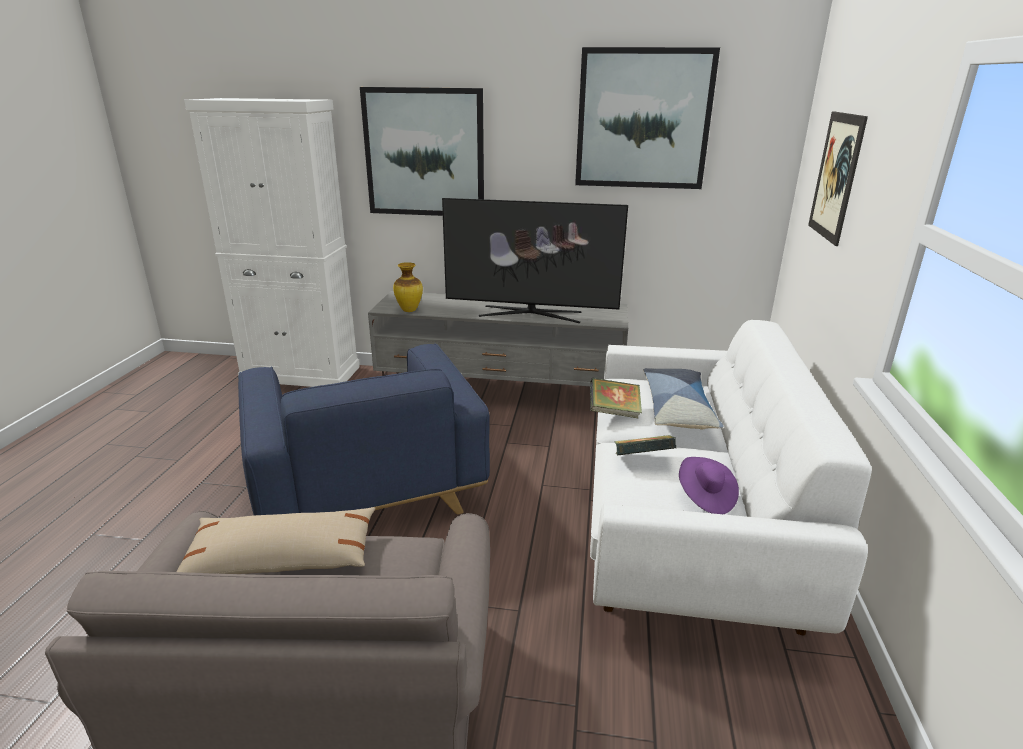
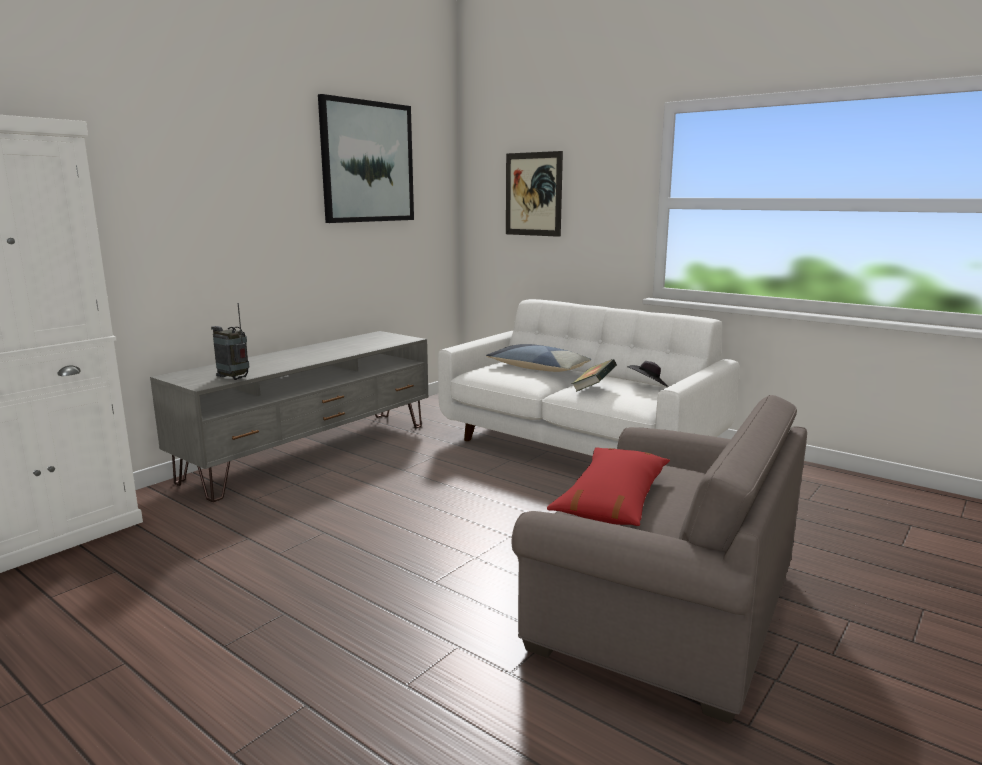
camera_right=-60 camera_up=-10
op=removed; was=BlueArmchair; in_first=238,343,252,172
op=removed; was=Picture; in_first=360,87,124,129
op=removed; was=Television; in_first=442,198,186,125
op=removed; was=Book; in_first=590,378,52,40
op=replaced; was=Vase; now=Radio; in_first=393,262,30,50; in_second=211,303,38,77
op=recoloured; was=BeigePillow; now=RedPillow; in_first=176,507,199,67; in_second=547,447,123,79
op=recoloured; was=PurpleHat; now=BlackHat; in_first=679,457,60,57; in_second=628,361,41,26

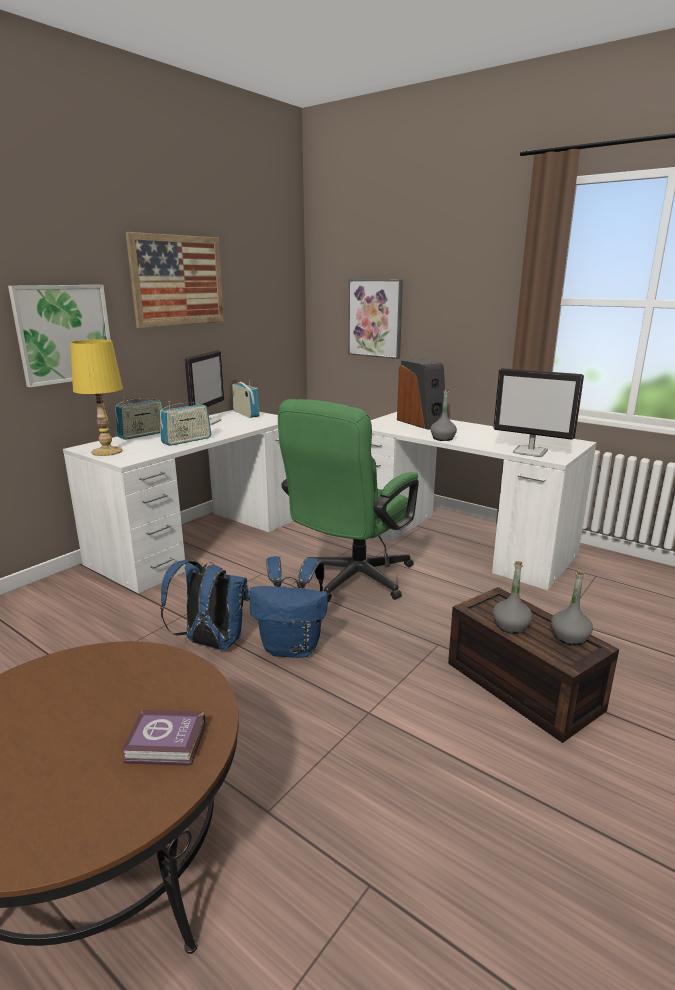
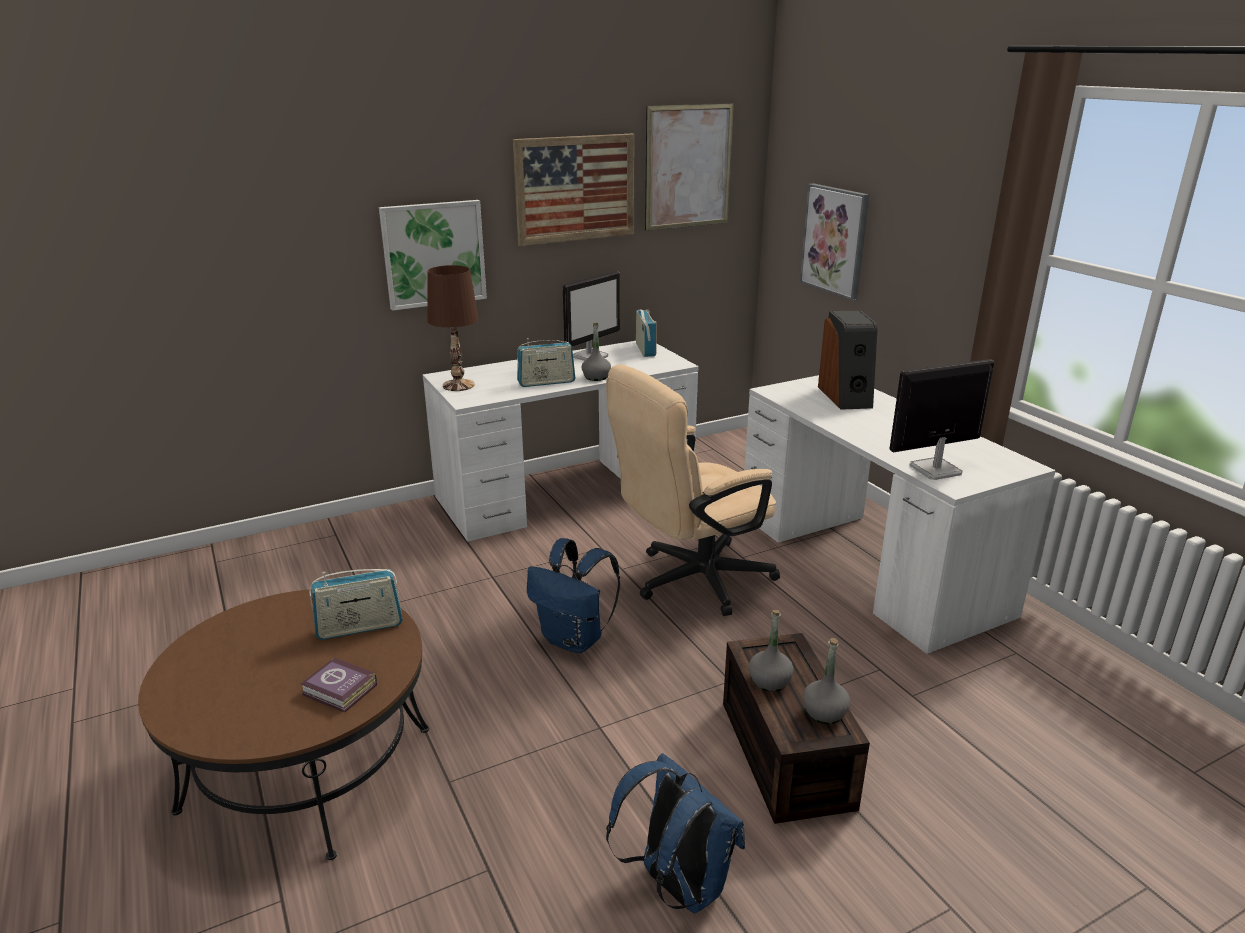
camera_right=25 camera_up=5
op=added; now=Picture; in_second=645,103,89,128
op=moved; was=Radio; in_first=115,397,48,43; in_second=309,569,94,71
op=moved; was=BlueBackpack; in_first=160,559,90,91; in_second=606,753,139,160
op=moved; was=GreyBottle; in_first=431,390,26,51; in_second=581,323,30,58
op=recoloured; was=YellowTableLamp; now=BrownTableLamp; in_first=70,340,53,116; in_second=428,265,51,126
op=recoloured; was=GreenOfficeChair; now=BeigeOfficeChair; in_first=278,399,141,203; in_second=606,364,174,252
op=turned; was=Monitor; in_first=493,368,91,89; in_second=889,359,105,121; clockwise=105

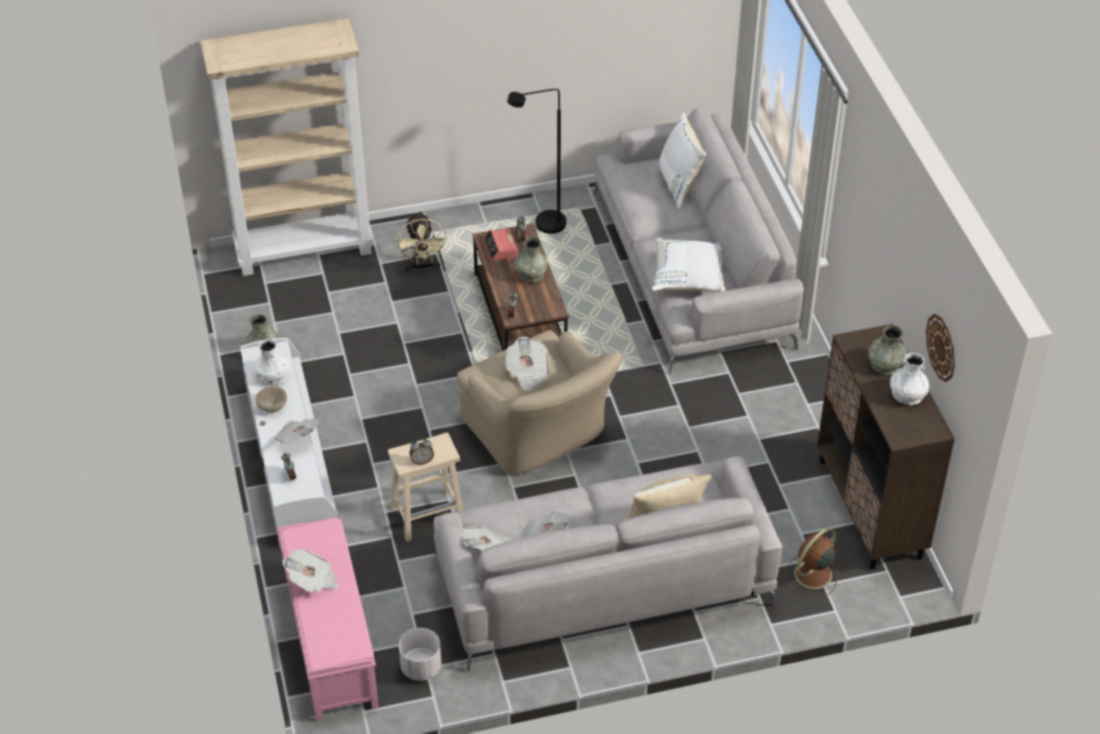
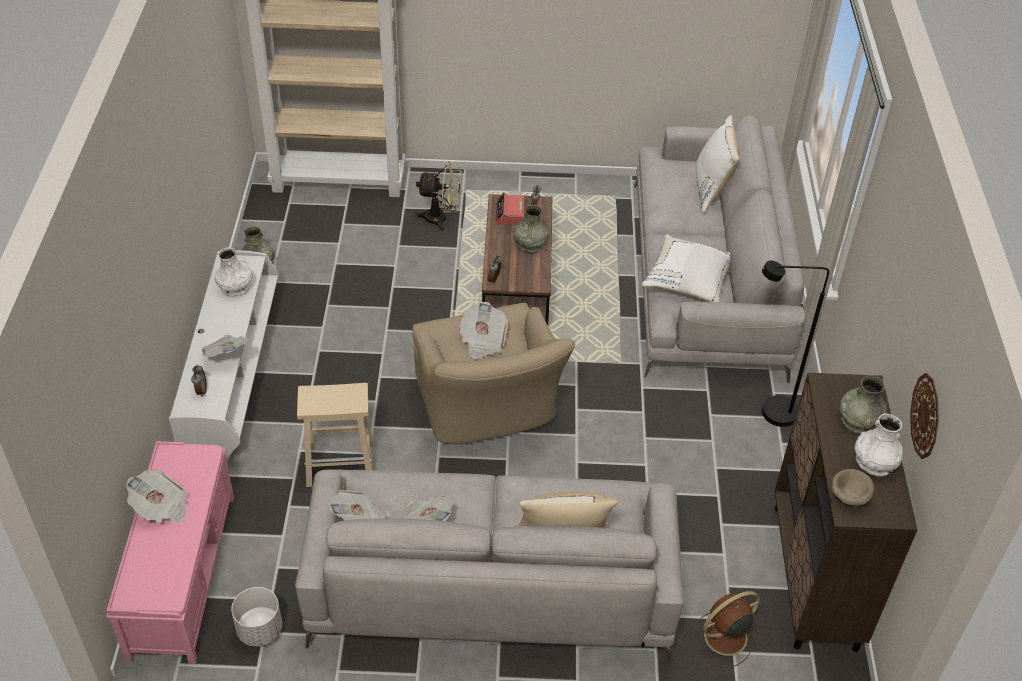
camera_right=15 camera_up=0
op=removed; was=AlarmClock; in_first=409,438,25,27
op=moved; was=BeigeBowl; in_first=256,386,31,26; in_second=832,469,42,37
op=moved; was=BlackFloorLamp; in_first=507,89,59,145; in_second=762,261,67,166
op=turned; was=BeigeFan; in_first=396,212,51,59; in_second=416,161,46,70; clockwise=-90

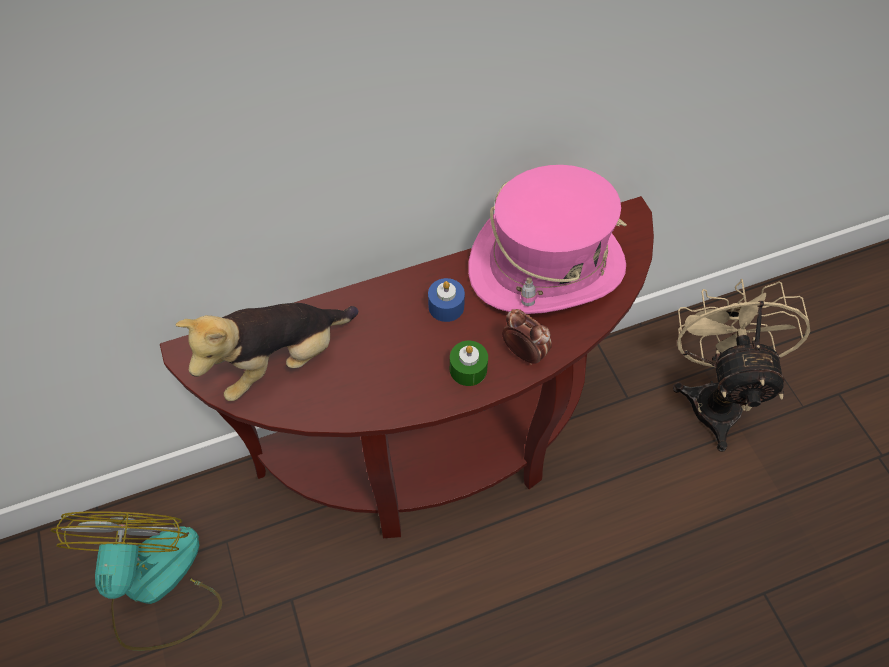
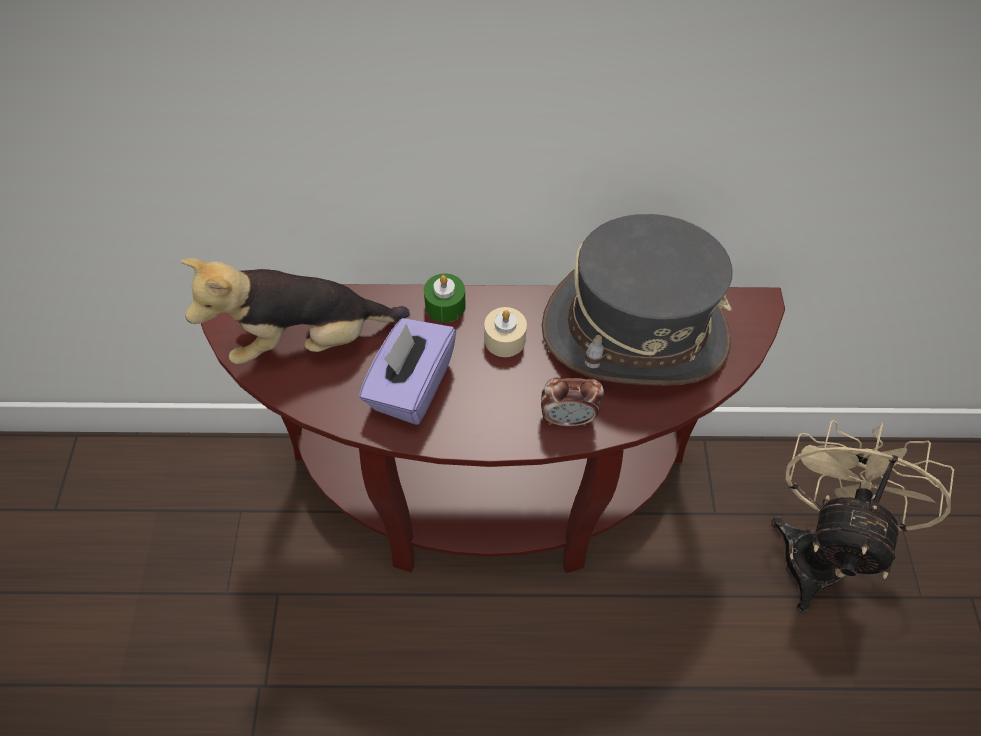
camera_right=20 camera_up=0
op=removed; was=Fan; in_first=51,511,171,140
op=added; now=PurpleTissueBox; in_second=359,318,97,107
op=moved; was=GreenCandle; in_first=450,341,38,45; in_second=424,273,42,49
op=recoloured; was=BlueCandle; now=BeigeCandle; in_first=428,278,37,44; in_second=484,307,43,50
op=recoloured; was=PinkHat; now=GreyHat; in_first=468,165,159,149; in_second=542,214,191,172
op=turned; was=AlarmClock; in_first=502,309,50,56; in_second=541,378,63,48; clockwise=120

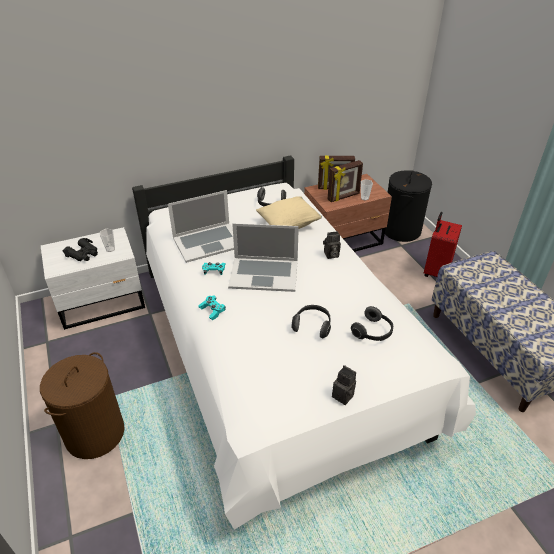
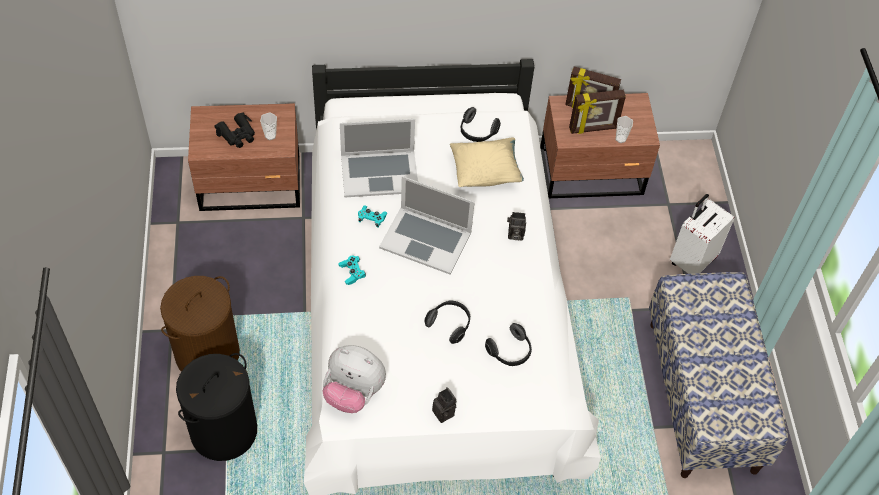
camera_right=15 camera_up=15
op=added; now=PlushToy; in_second=322,345,64,68
op=moved; was=BlackLaundryBasket; in_first=385,170,47,72; in_second=176,353,81,108
op=recoloured; was=WhiteNightstand; now=BrownNightstand; in_first=41,227,104,103; in_second=188,103,112,108
op=recoloured; was=RedSuitcase; now=WhiteSuitcase; in_first=424,212,38,65; in_second=670,194,65,80

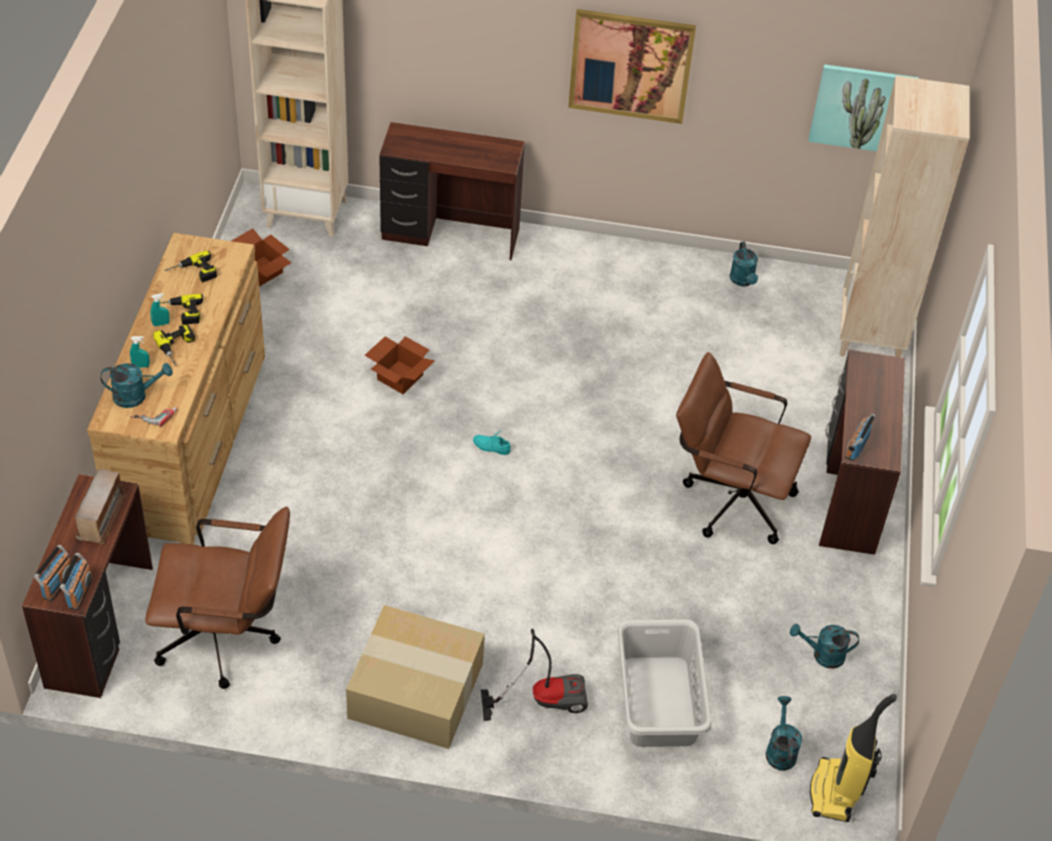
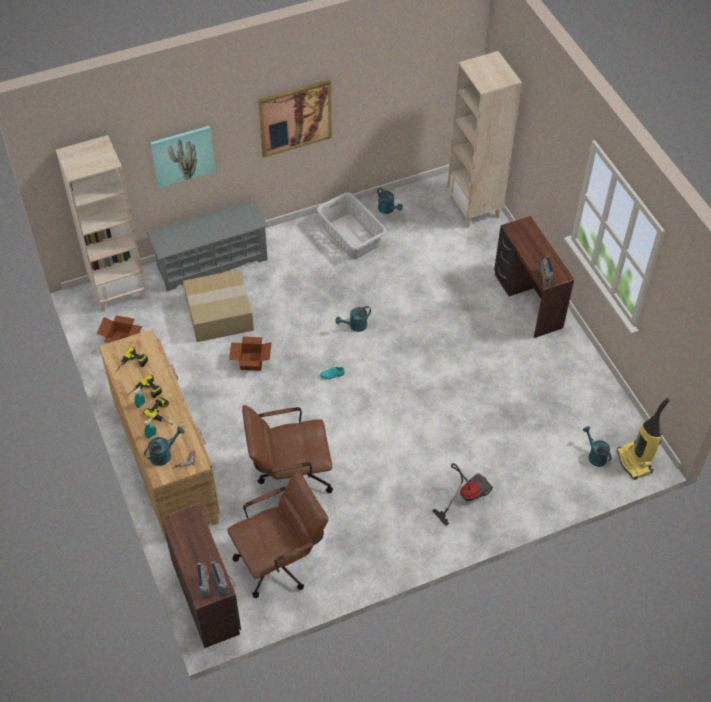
camera_right=-30 camera_up=5
op=removed; was=Radio; in_first=75,467,52,77
op=moved; was=CardboardBox; in_first=346,605,139,144; in_second=183,269,71,73
op=moved; was=GreyLaundryBasket; in_first=618,619,94,128; in_second=316,192,71,67
op=moved; was=BrownOfficeChair; in_first=676,352,135,192; in_second=242,405,91,88
op=moved; was=TurquoiseWateringCan; in_first=790,624,69,45; in_second=335,306,36,26
op=moved; was=Picture; in_first=808,64,111,87; in_second=151,126,64,62
op=replaced; was=BrownDesk; now=GreyShoeRack; in_first=379,122,146,138; in_second=147,200,121,92

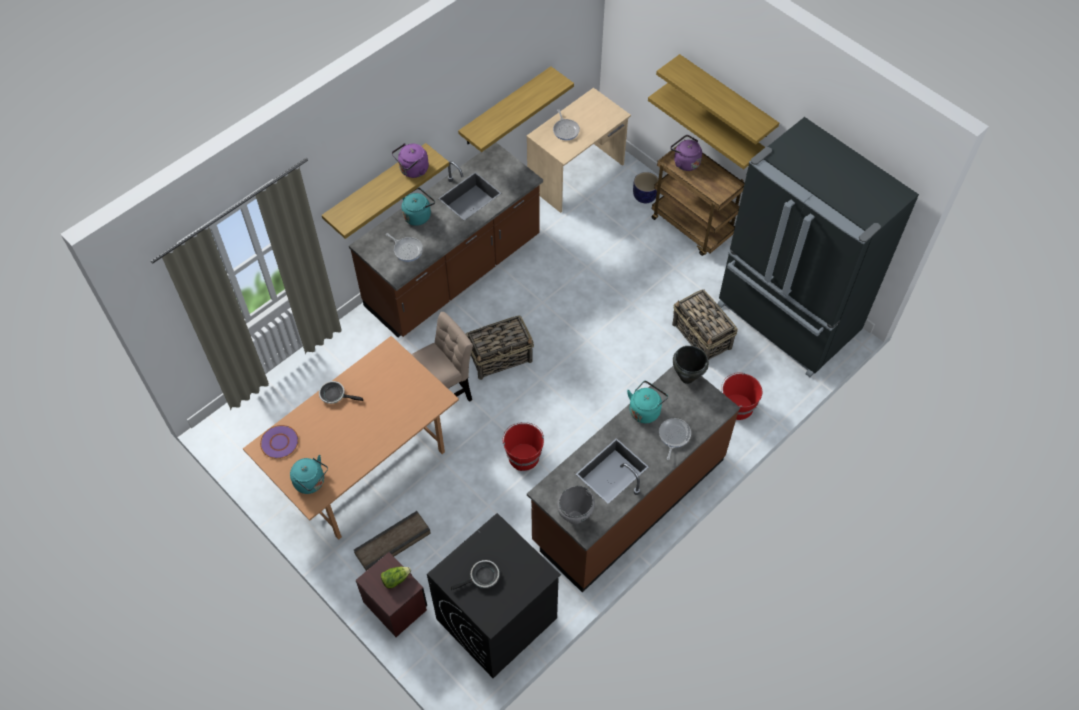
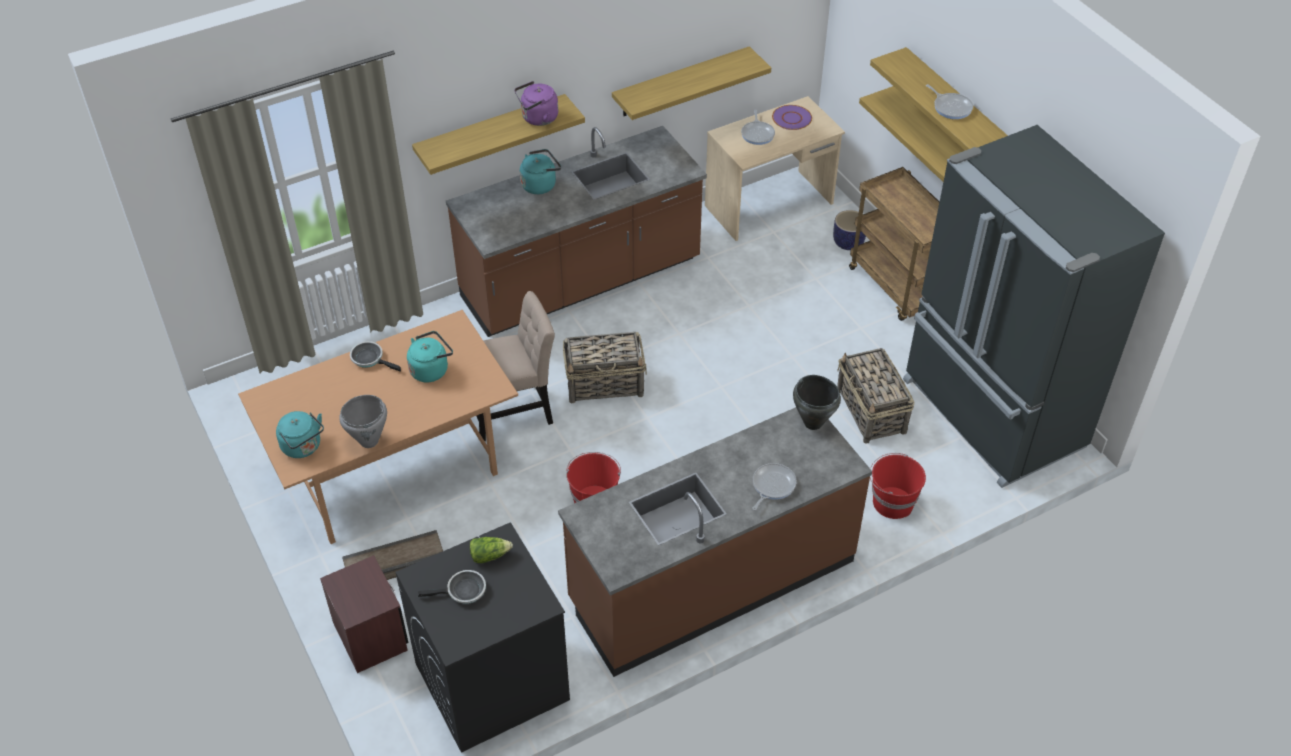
camera_right=15 camera_up=-10
op=removed; was=PurpleKettle; in_first=670,135,32,36
op=moved; was=PurplePlate; in_first=260,425,39,34; in_second=772,105,40,25
op=moved; was=Lettuce; in_first=381,567,30,22; in_second=470,537,43,26
op=moved; was=FryingPan; in_first=386,233,37,29; in_second=926,84,47,35
op=moved; was=GreyCookingPot; in_first=557,486,38,38; in_second=339,395,48,53
op=moved; was=TurquoiseKettle; in_first=627,381,41,42; in_second=407,331,46,51

